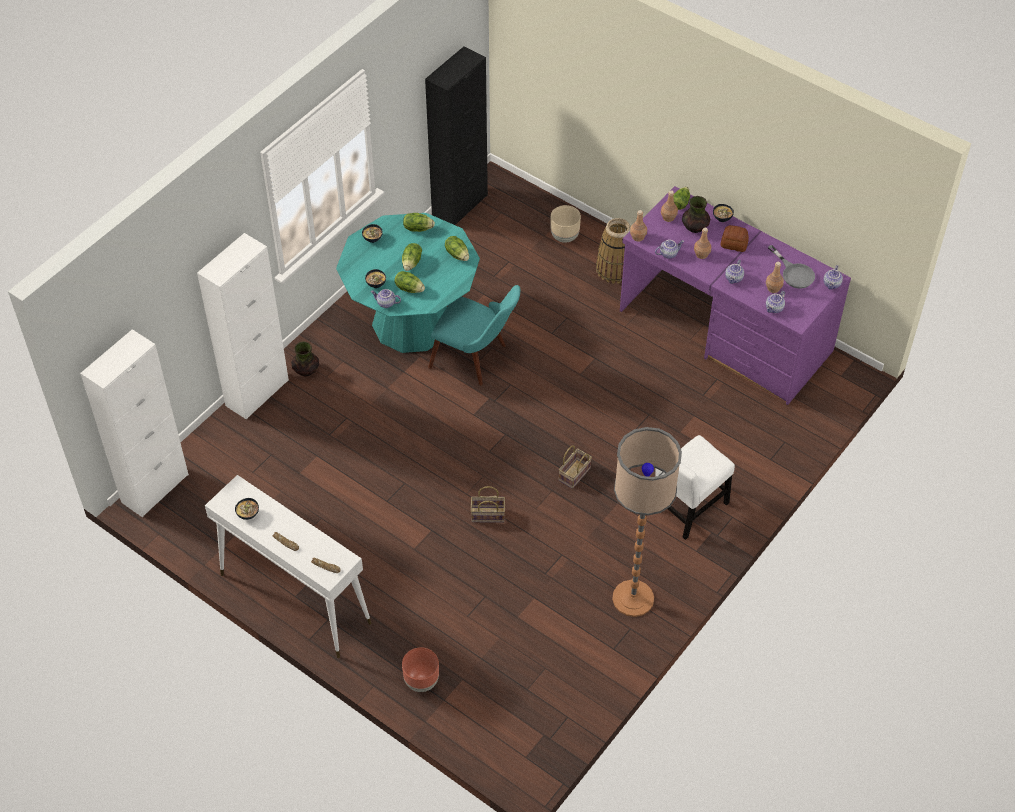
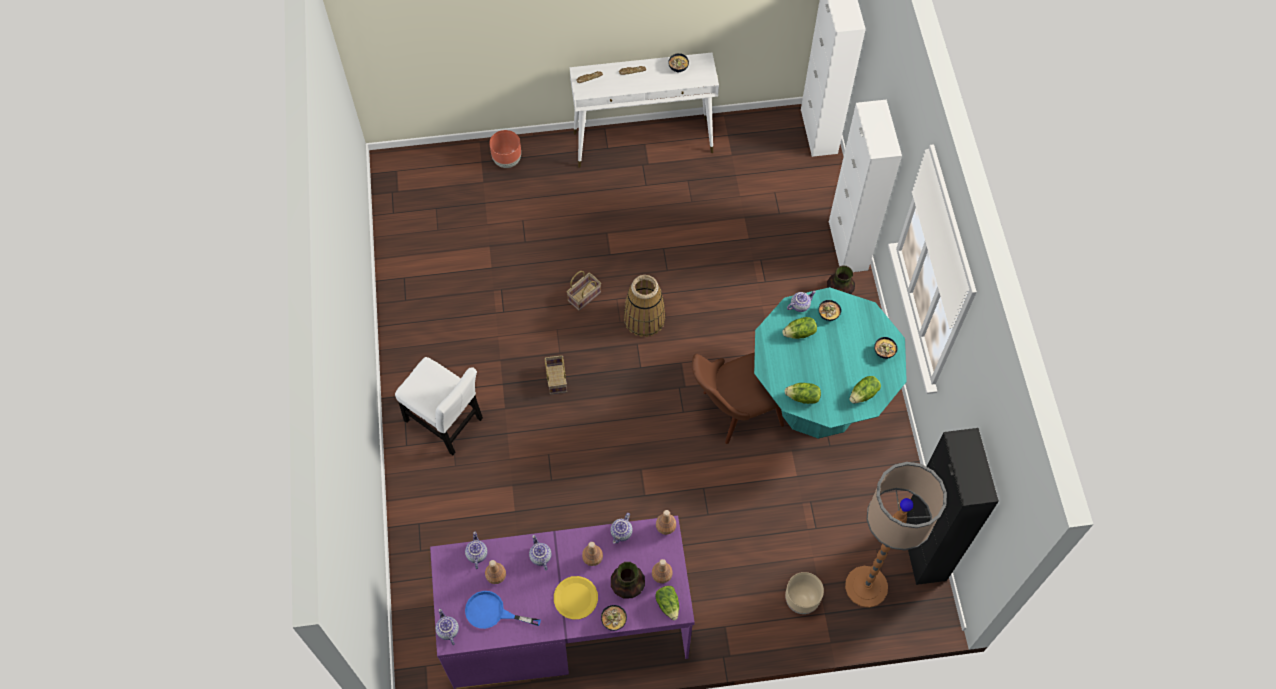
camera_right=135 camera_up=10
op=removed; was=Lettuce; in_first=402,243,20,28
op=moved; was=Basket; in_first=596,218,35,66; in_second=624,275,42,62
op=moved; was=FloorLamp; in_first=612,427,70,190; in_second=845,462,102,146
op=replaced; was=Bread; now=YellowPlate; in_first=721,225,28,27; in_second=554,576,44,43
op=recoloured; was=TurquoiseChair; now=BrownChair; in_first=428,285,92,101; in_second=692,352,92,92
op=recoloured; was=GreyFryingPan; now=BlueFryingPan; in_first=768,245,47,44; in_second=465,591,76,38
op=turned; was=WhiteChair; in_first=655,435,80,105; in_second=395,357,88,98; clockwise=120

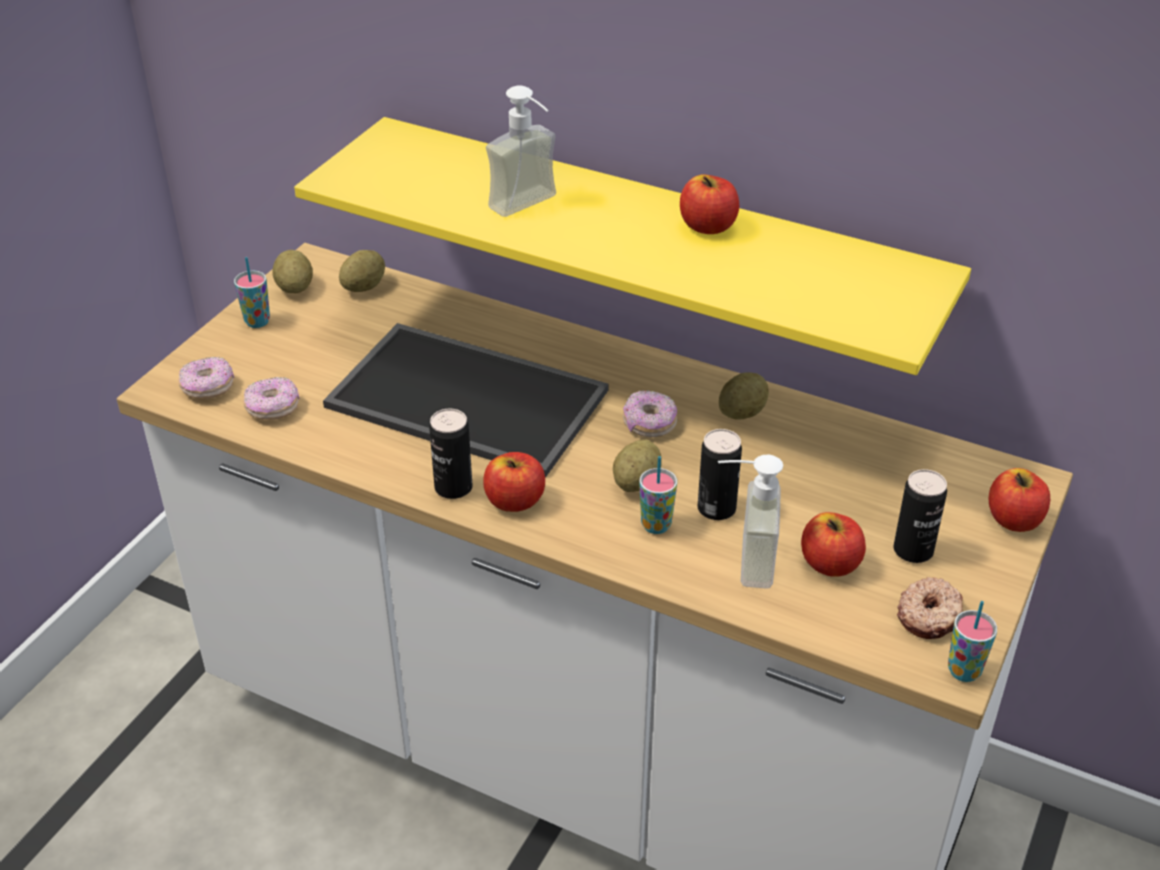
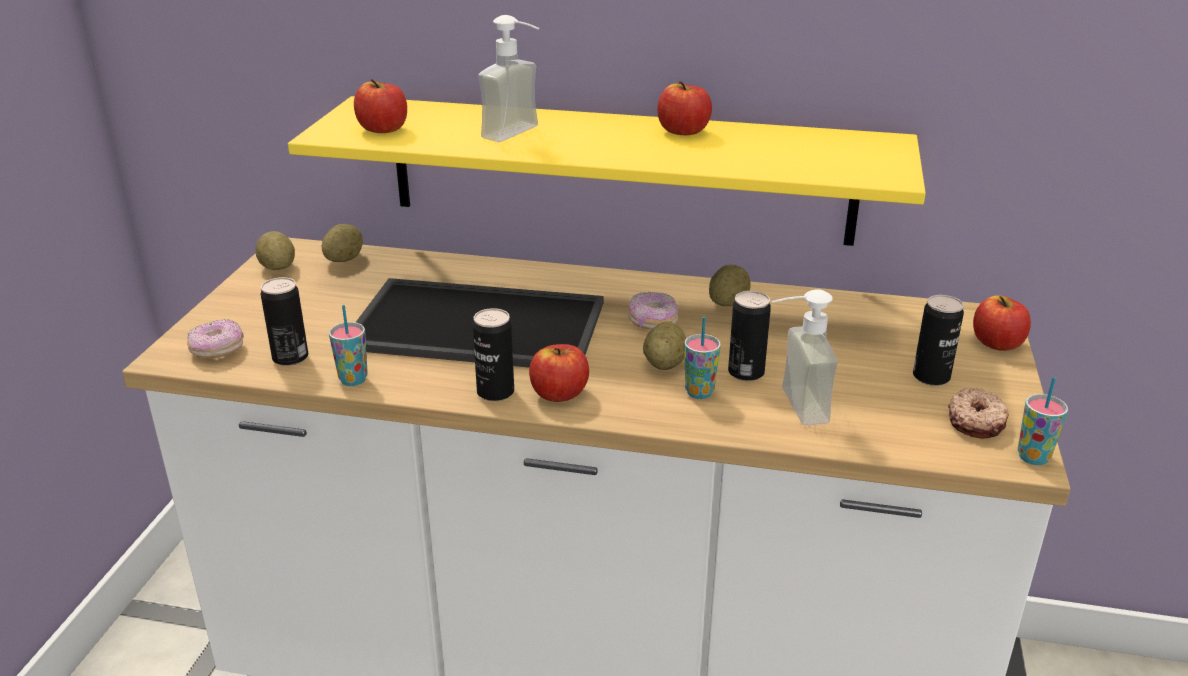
camera_right=-15 camera_up=-10
op=moved; was=Cup; in_first=234,257,36,71; in_second=329,305,39,81
op=moved; was=Apple; in_first=801,512,65,65; in_second=354,79,53,54
op=replaced; was=Donut; now=Can; in_first=243,377,57,43; in_second=261,277,47,89

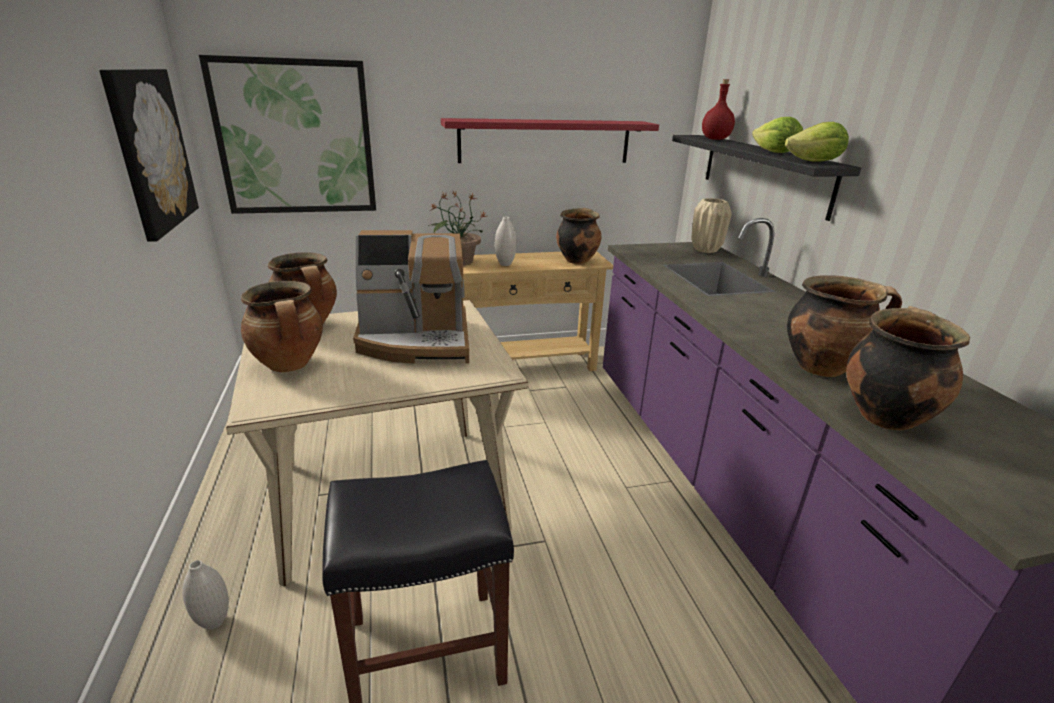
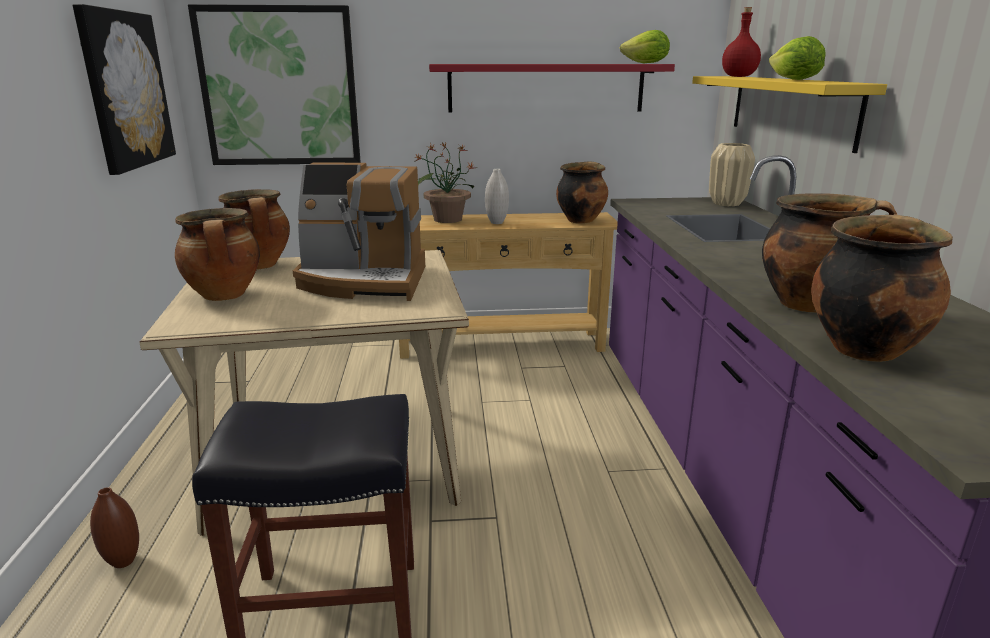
camera_right=10 camera_up=-5
op=moved; was=Lettuce; in_first=785,122,64,39; in_second=620,30,50,34
op=recoloured; was=WhiteVase; now=BrownVase; in_first=182,560,47,70; in_second=90,487,49,81
op=recoloured; was=BlackShelf; now=YellowShelf; in_first=672,135,189,86; in_second=692,76,195,77

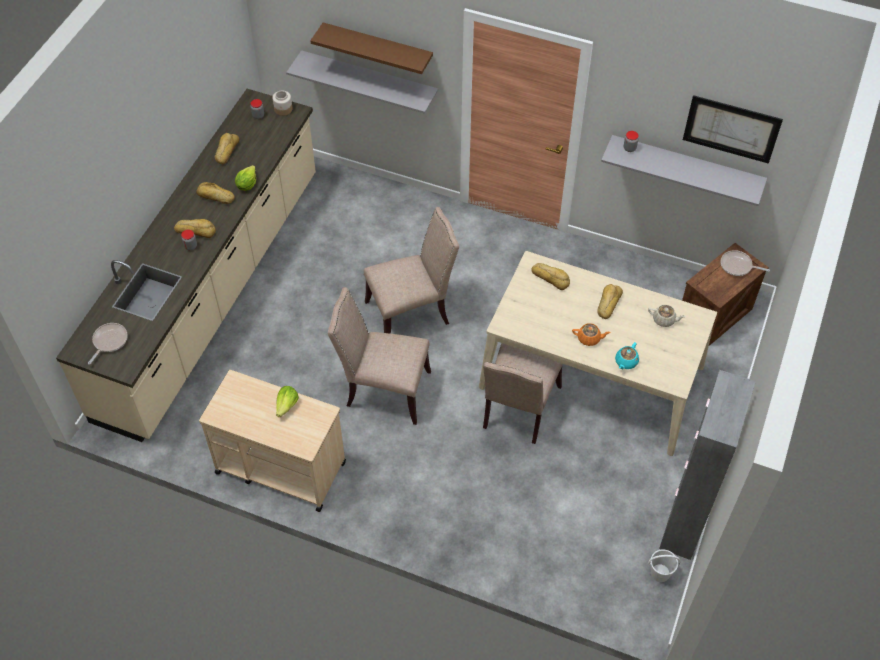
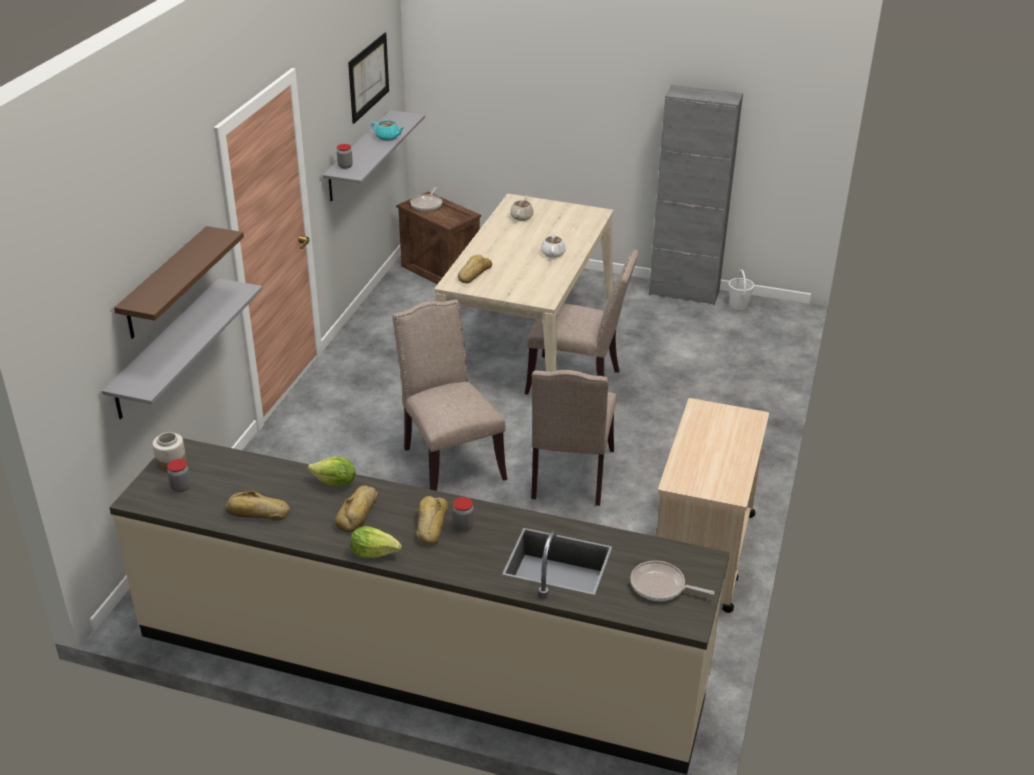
camera_right=-95 camera_up=-20
op=removed; was=Bread; in_first=597,284,26,35
op=moved; was=Lettuce; in_first=276,386,23,31; in_second=350,526,52,32
op=moved; was=TurquoiseTeapot; in_first=615,342,24,27; in_second=371,119,34,22
op=recoloured; was=OrangeTeapot; now=WhiteTeapot; in_first=572,323,39,23; in_second=541,230,25,28

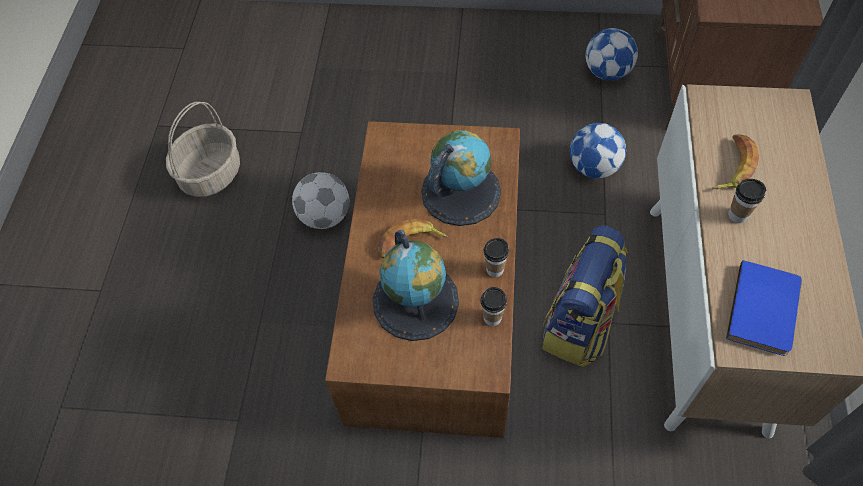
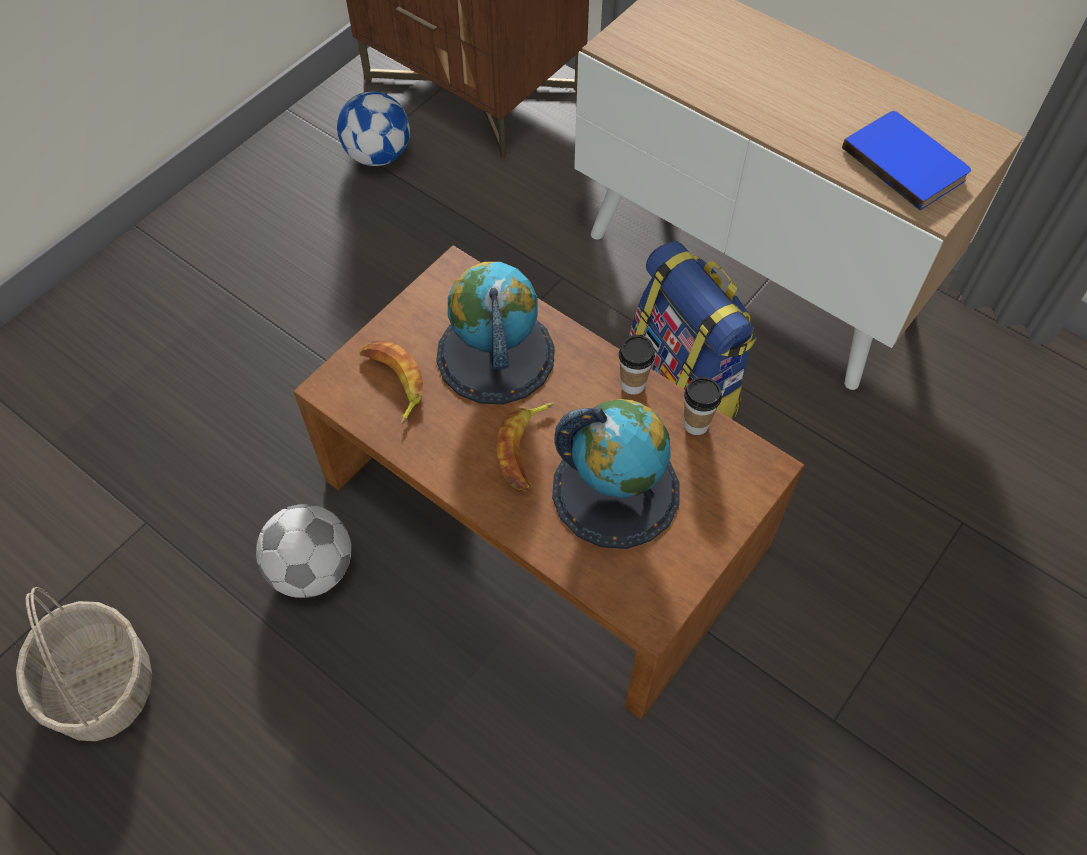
camera_right=-60 camera_up=0
op=removed; was=Football; in_first=570,123,56,55
op=removed; was=Cup; in_first=728,179,38,44
op=moved; was=Banana; in_first=713,134,46,55; in_second=359,341,64,83

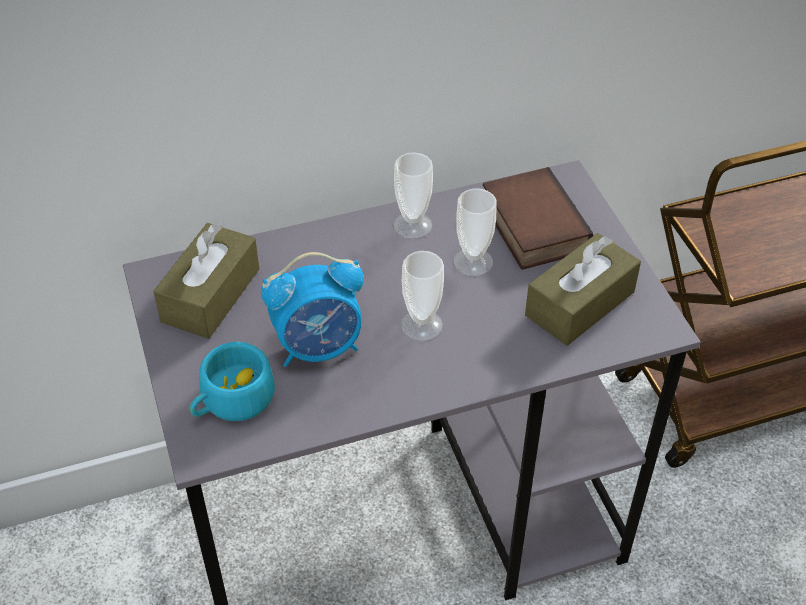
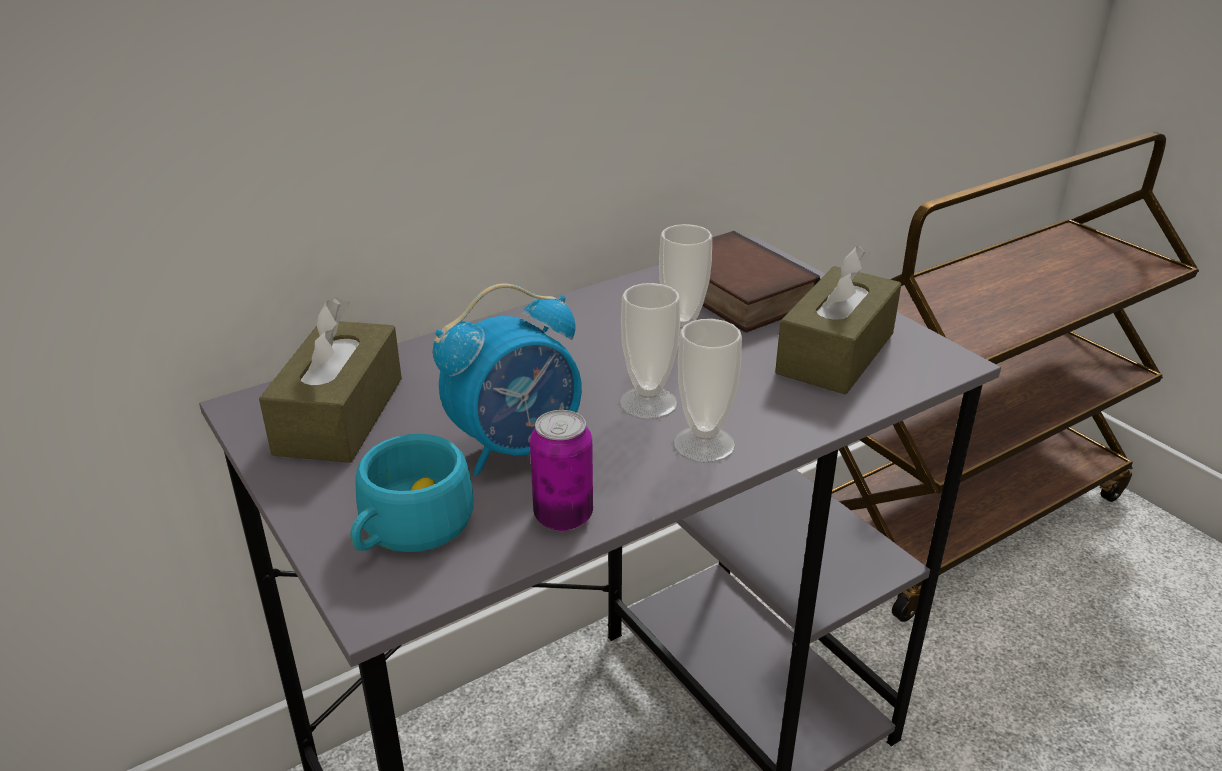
camera_right=-15 camera_up=-15
op=added; now=Can; in_second=530,410,63,121
op=moved; was=Cup; in_first=394,152,39,87; in_second=673,319,69,144

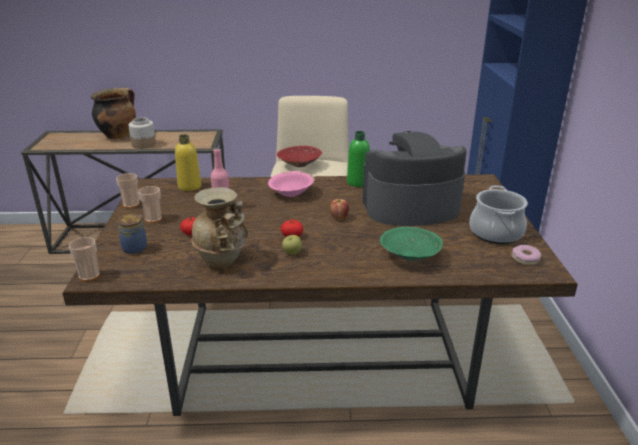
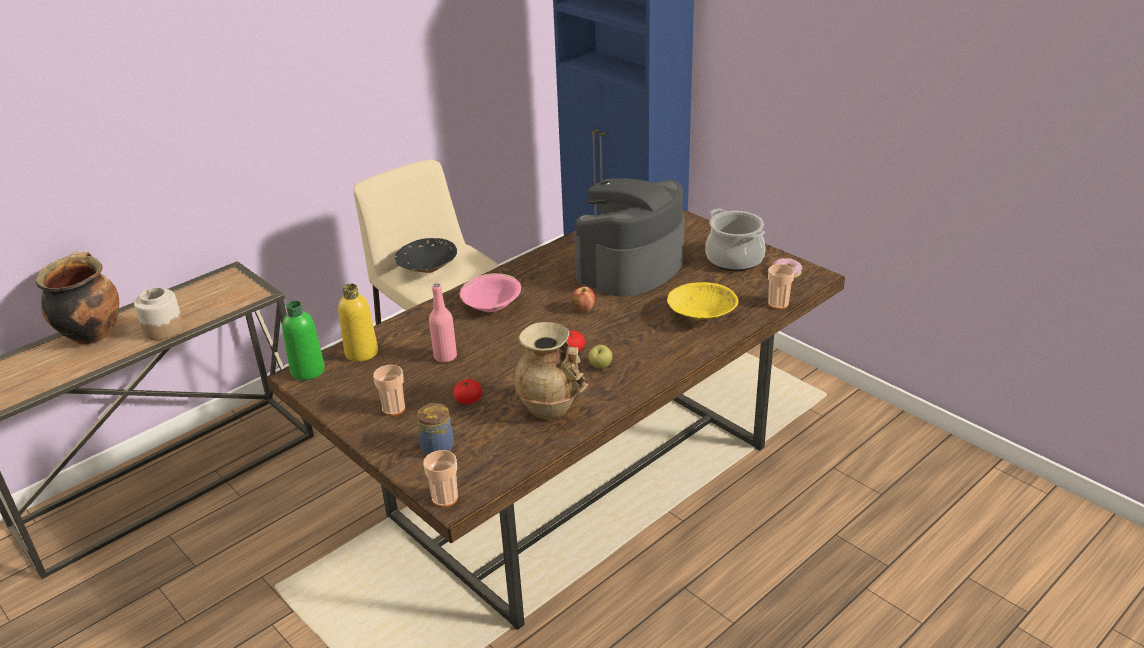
camera_right=-40 camera_up=5
op=moved; was=Cup; in_first=116,173,24,35; in_second=768,264,26,45
op=moved; was=GreenBottle; in_first=347,131,23,56; in_second=282,301,43,79
op=recoloured; was=RedBowl; now=BlackBowl; in_first=277,146,45,21; in_second=395,238,62,35
op=recoloured; was=GreenBowl; now=YellowBowl; in_first=380,227,63,34; in_second=667,282,72,39

